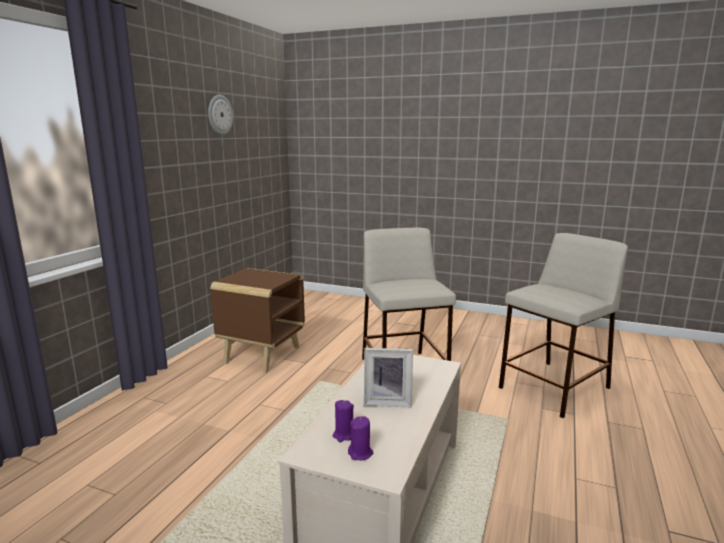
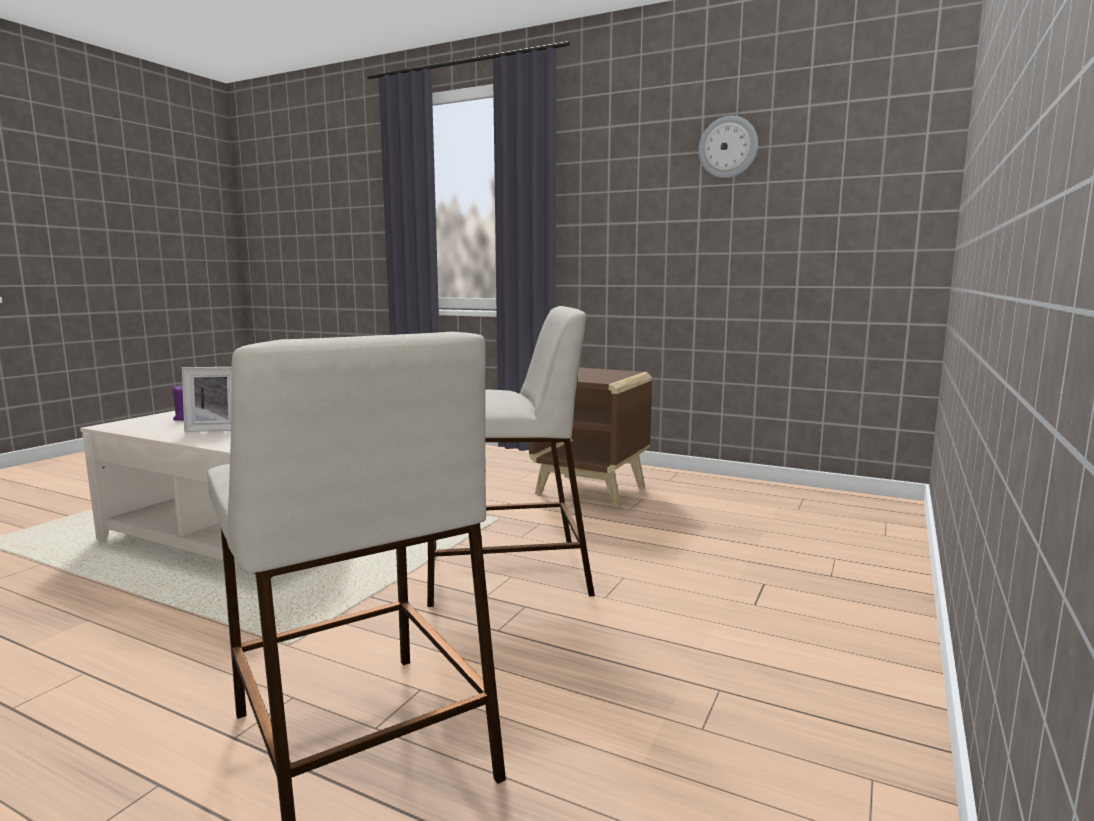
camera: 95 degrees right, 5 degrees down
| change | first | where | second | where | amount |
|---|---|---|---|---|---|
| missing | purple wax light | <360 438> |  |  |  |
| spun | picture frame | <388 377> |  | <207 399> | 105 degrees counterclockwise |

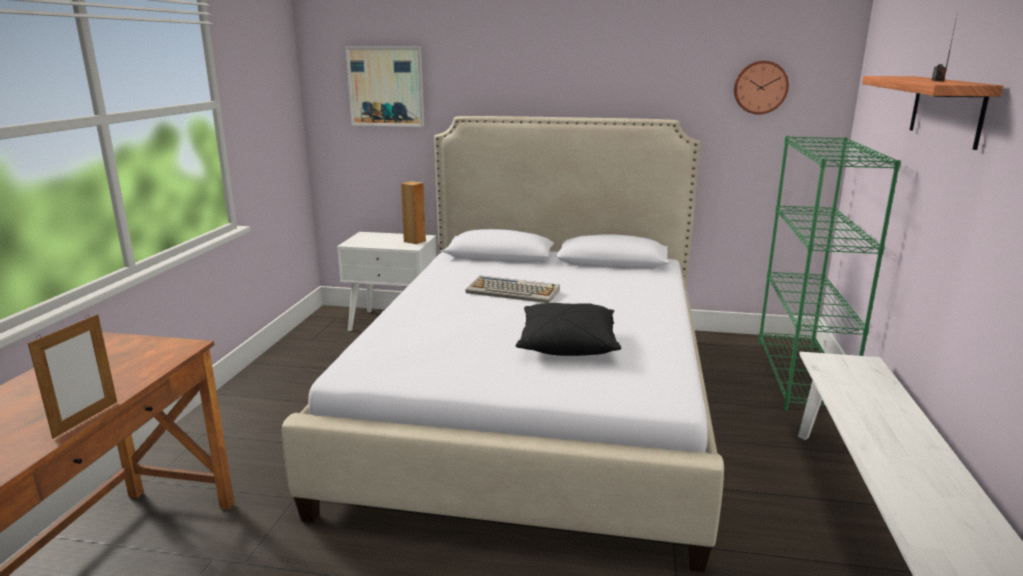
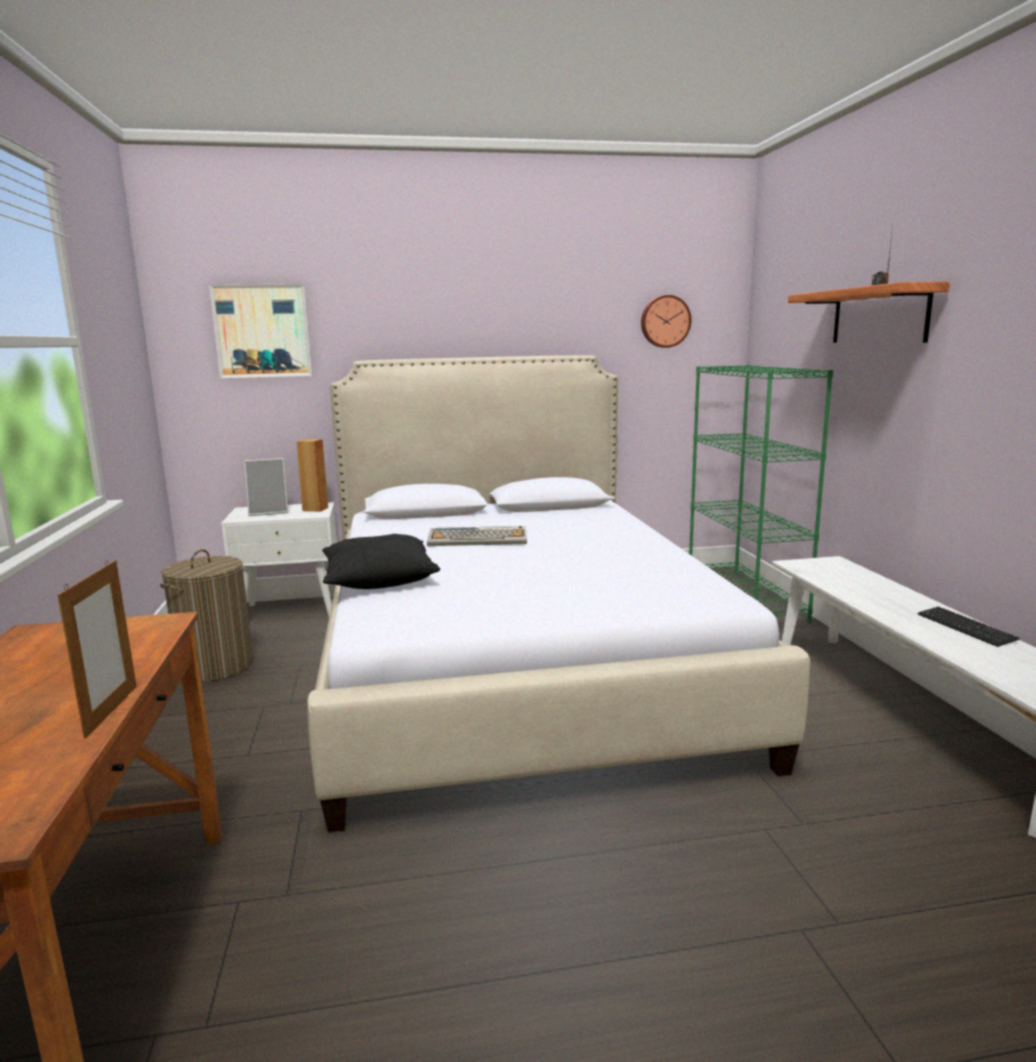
camera: 20 degrees left, 5 degrees down
| change | first | where | second | where | amount |
|---|---|---|---|---|---|
| appeared |  |  | laundry basket | <206 615> |  |
| appeared |  |  | picture frame | <266 487> |  |
| appeared |  |  | keyboard | <969 626> |  |
| relocated | black-coloured cushion | <568 329> |  | <381 561> |  |

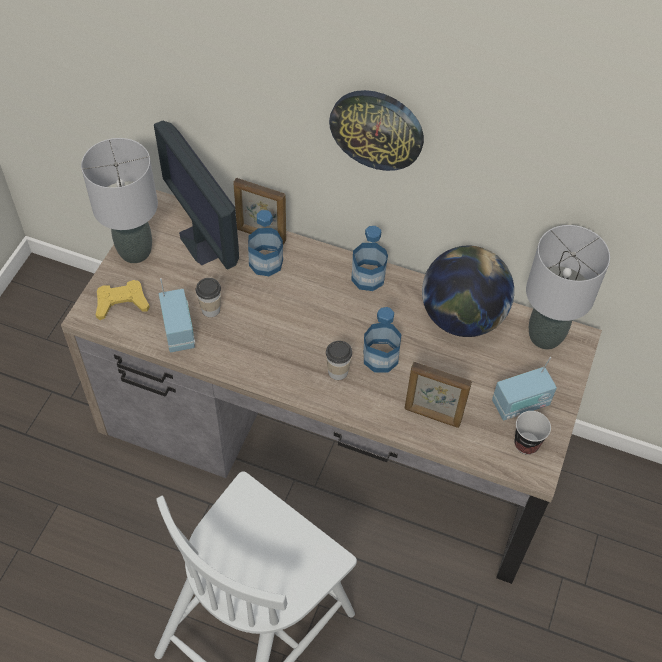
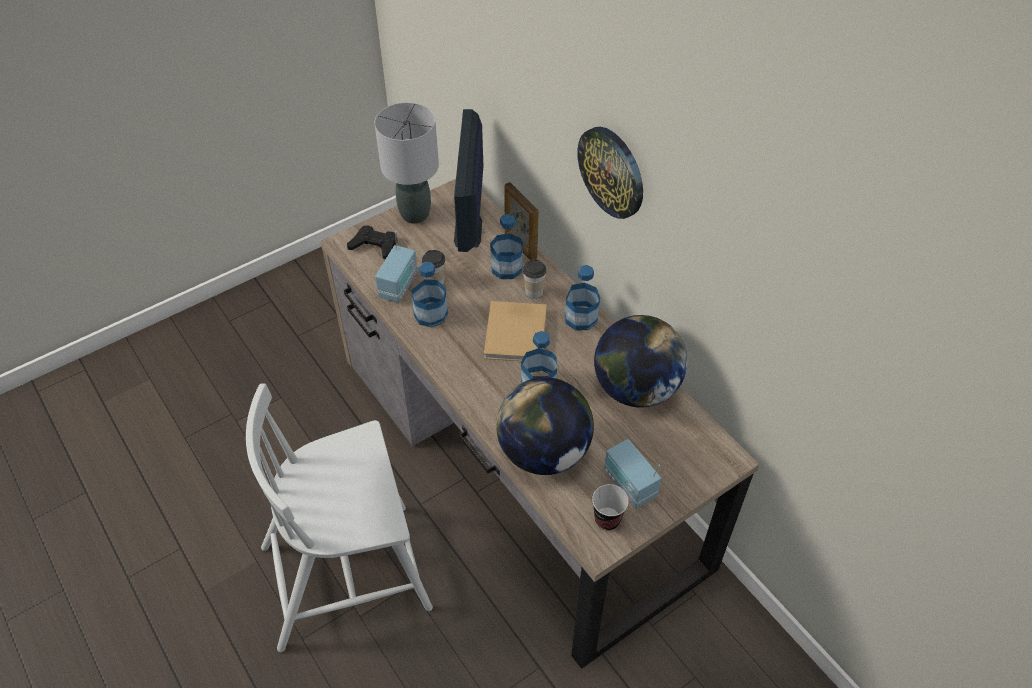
camera: 35 degrees right, 5 degrees down
| change | first | where | second | where | amount |
|---|---|---|---|---|---|
| missing | grey tabletop lamp | <568 287> |  |  |  |
| appeared |  |  | bottle | <429 295> |  |
| appeared |  |  | beige book | <515 331> |  |
| relocated | cup | <339 360> |  | <534 278> |  |
| exchanged | picture frame | <438 395> | world globe | <545 426> |  |
| colour | yellow-coloured joypad | <123 300> | black-coloured joypad | <372 242> |  |
| spun | radio | <524 389> |  | <632 474> | 45 degrees clockwise |

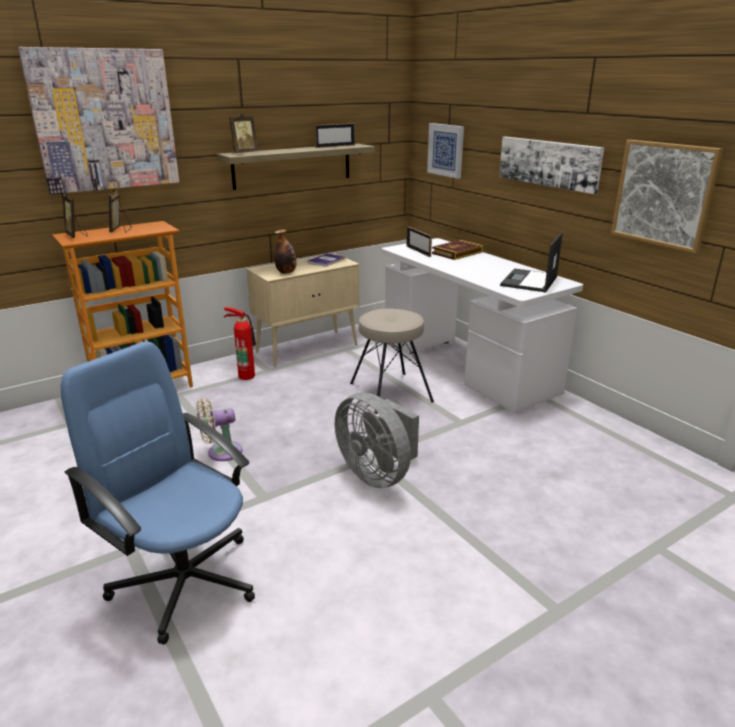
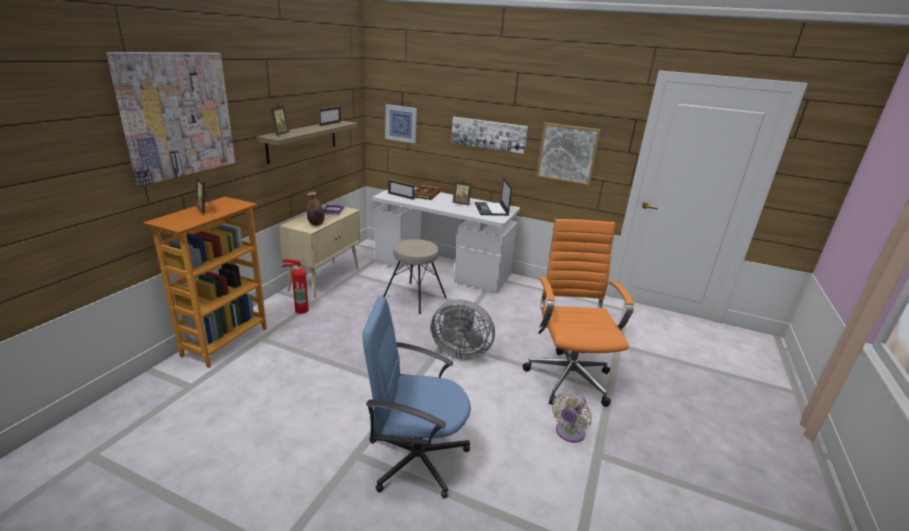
camera: 35 degrees left, 0 degrees up
| change | first | where | second | where | amount |
|---|---|---|---|---|---|
| appeared |  |  | orange-coloured computer chair | <578 313> |  |
| relocated | picture frame | <75 215> |  | <462 192> |  |
| relocated | beige electric fan | <219 429> |  | <572 418> |  |

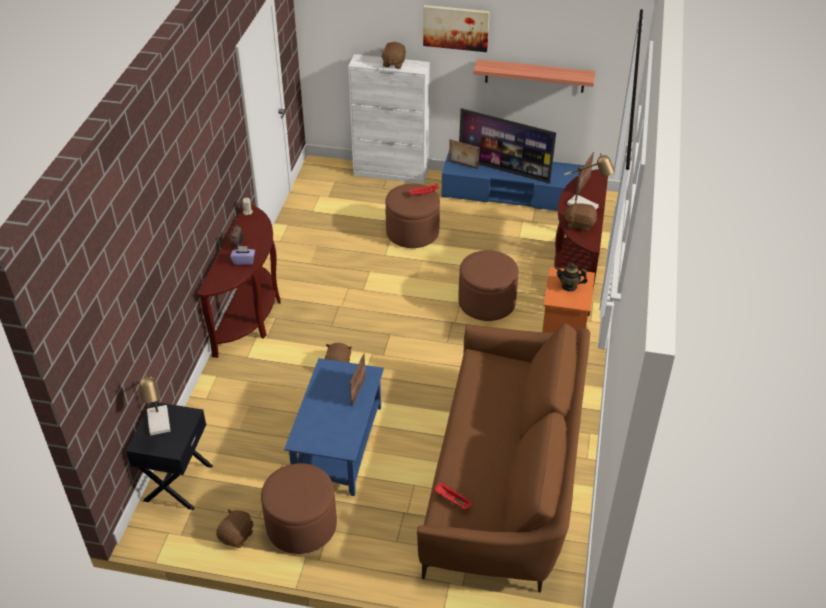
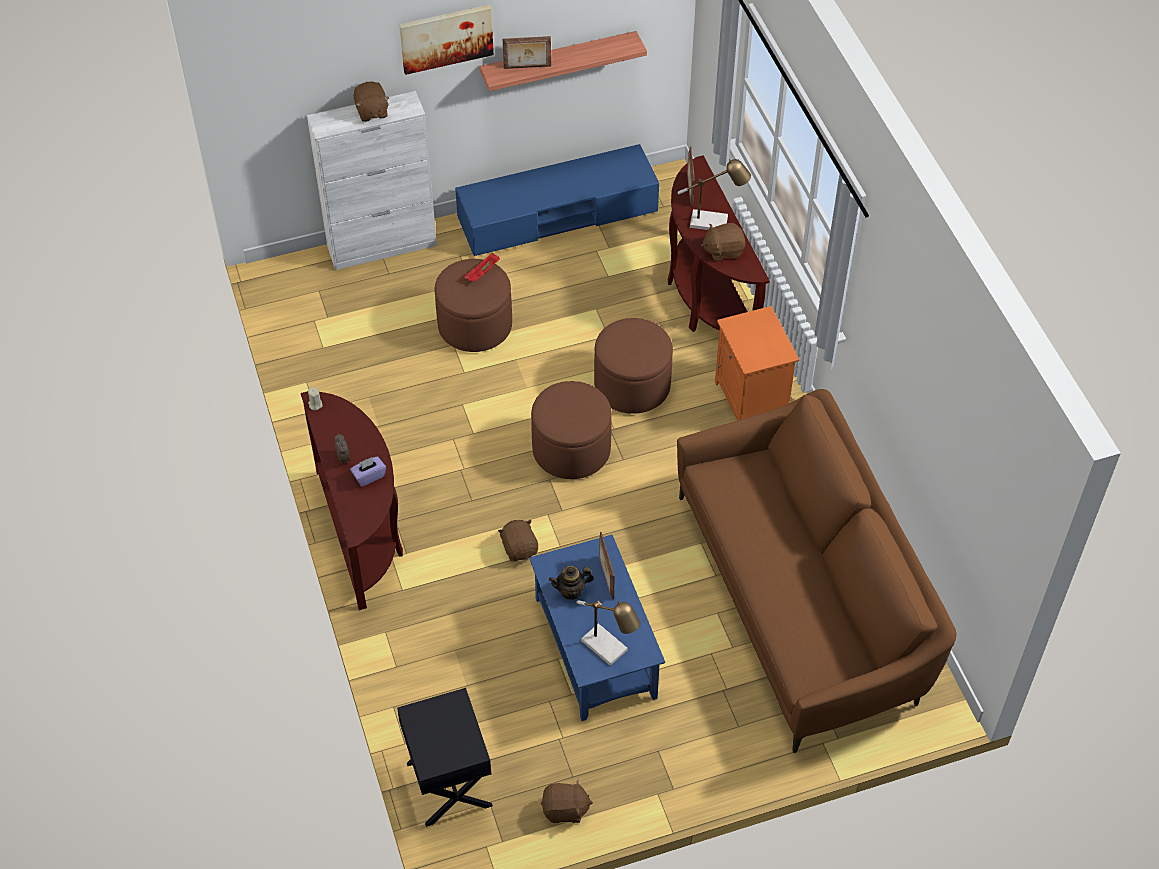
camera: 30 degrees left, 10 degrees up
| change | first | where | second | where | amount |
|---|---|---|---|---|---|
| missing | red serving tray | <453 495> |  |  |  |
| missing | TV set | <507 146> |  |  |  |
| relocated | tabletop lamp | <154 405> |  | <609 633> |  |
| relocated | brown ottoman | <299 508> |  | <571 430> |  |
| relocated | picture frame | <464 154> |  | <527 52> |  |
| relocated | teapot | <572 277> |  | <571 583> |  |
| spun | brown soft toy | <234 528> |  | <567 801> | 90 degrees clockwise |

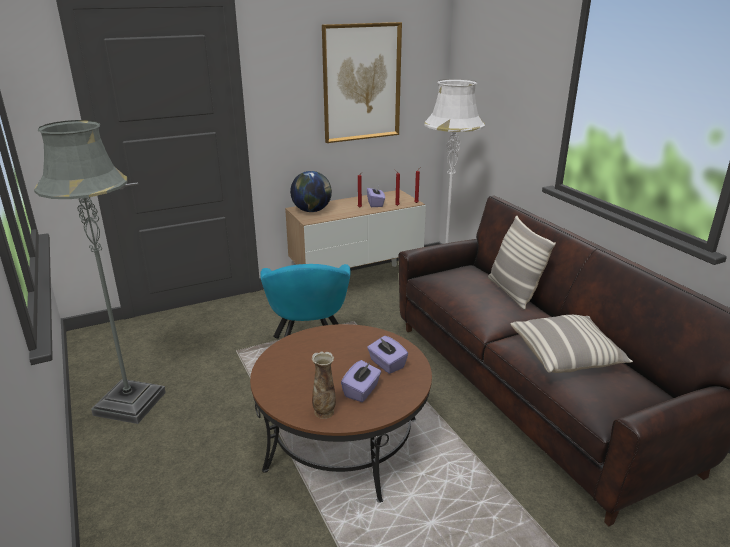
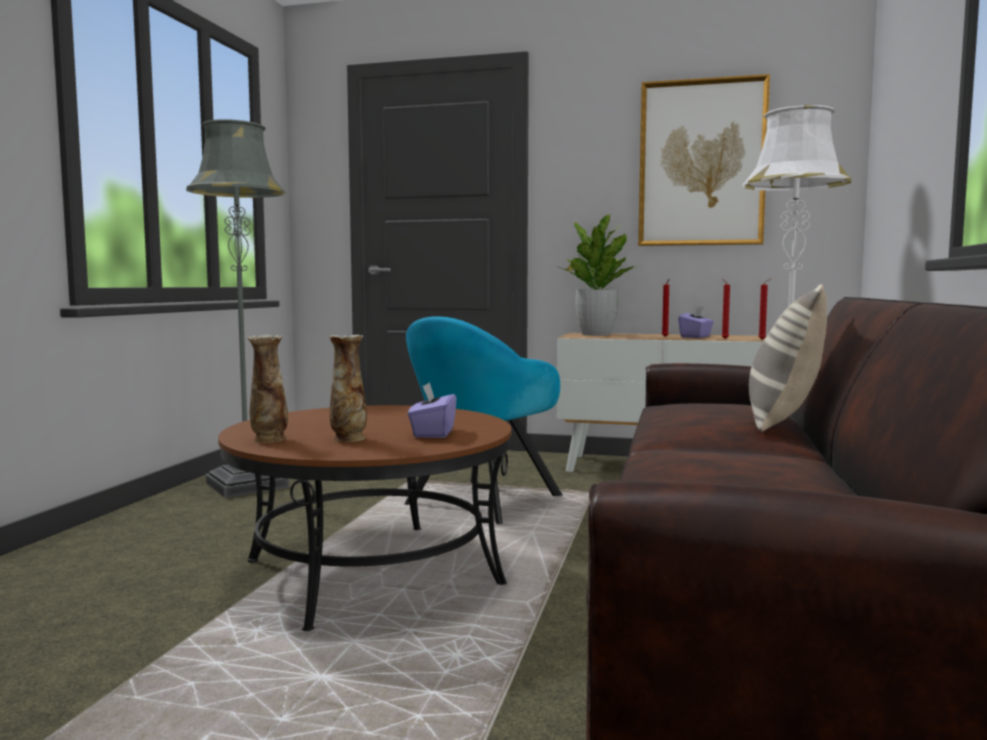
camera: 40 degrees right, 20 degrees down
| change | first | where | second | where | amount |
|---|---|---|---|---|---|
| missing | cushion | <572 344> |  |  |  |
| exchanged | world globe | <311 191> | houseplant | <597 275> |  |
| exchanged | purple box of tissues | <361 381> | flower vase | <348 388> |  |

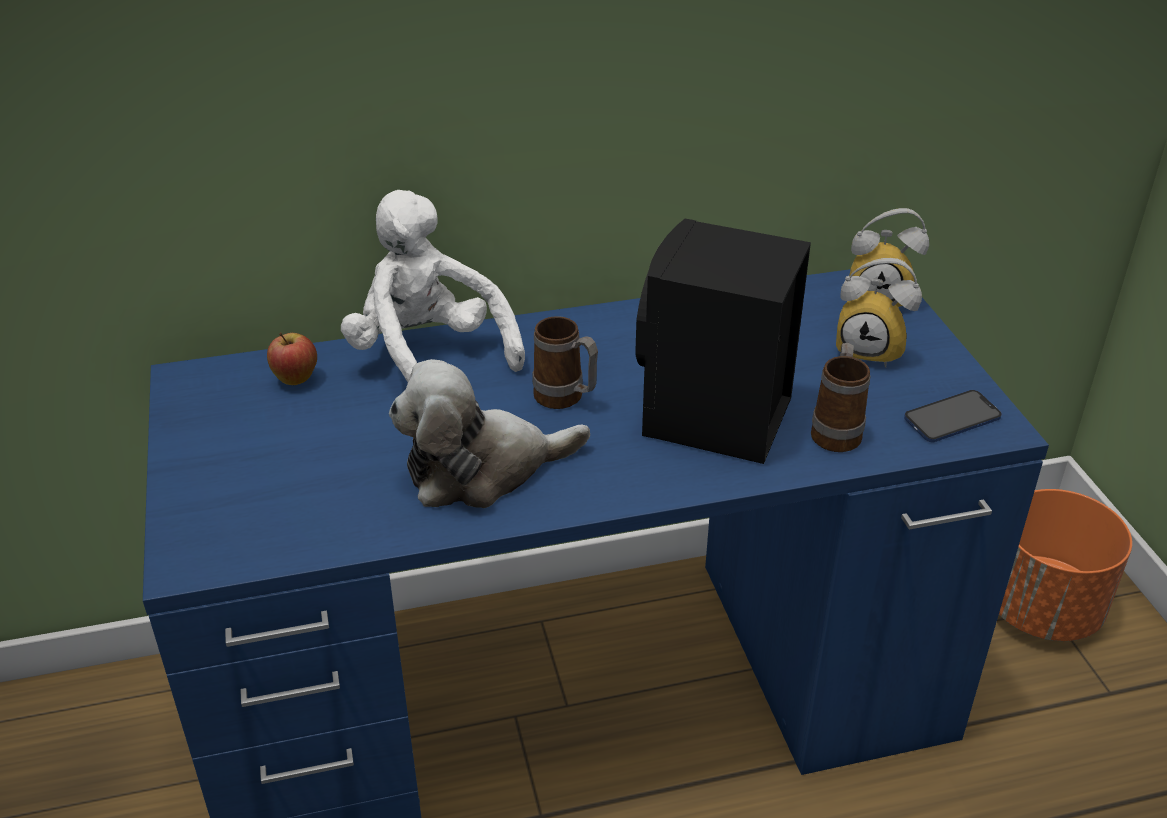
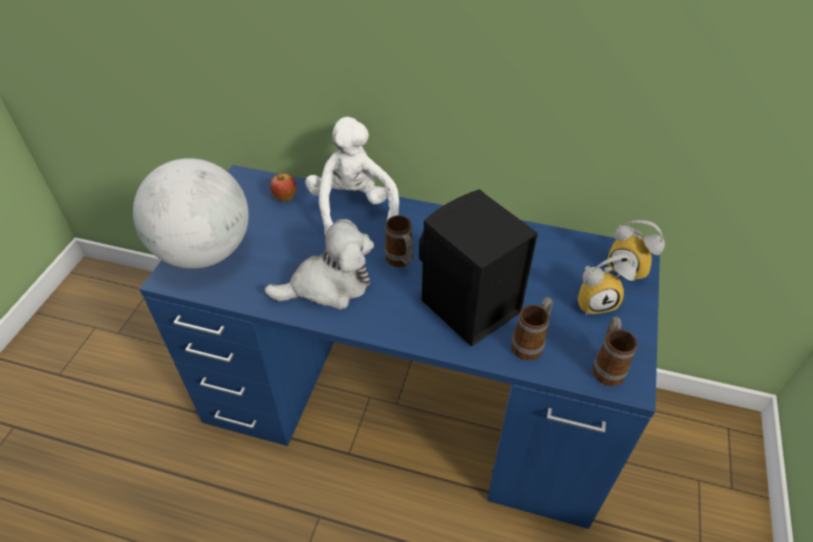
camera: 30 degrees right, 10 degrees up
| change | first | where | second | where | amount |
|---|---|---|---|---|---|
| missing | orange-coloured flower pot | <1065 565> |  |  |  |
| appeared |  |  | world globe | <191 213> |  |
| exchanged | handset | <953 416> | coffee mug | <614 351> |  |
| spun | soft toy | <489 433> |  | <319 264> | 150 degrees clockwise |
| spun | bedside clock | <879 313> |  | <607 284> | 60 degrees counterclockwise |

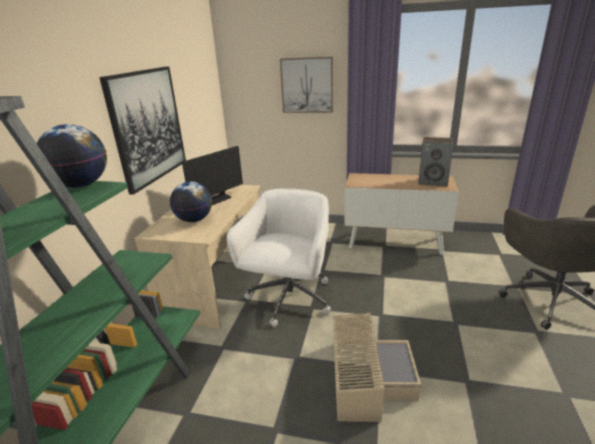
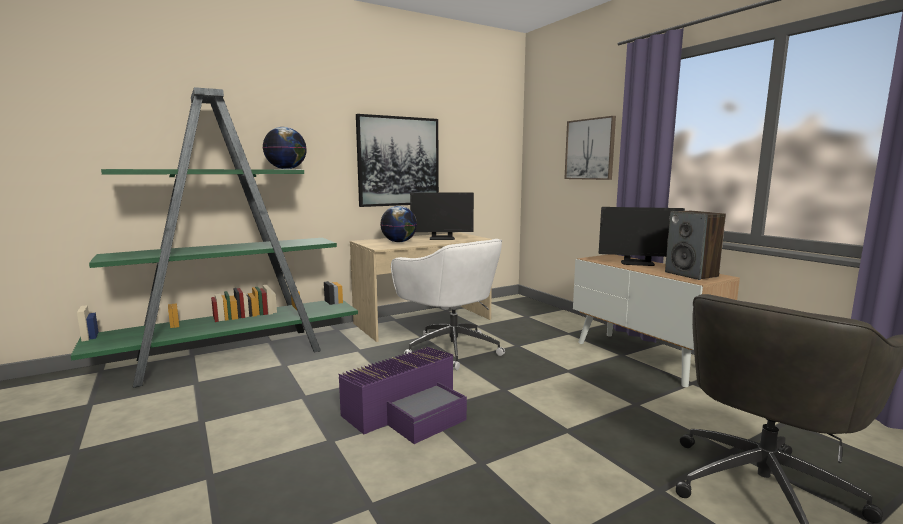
camera: 45 degrees right, 15 degrees down
| change | first | where | second | where | amount |
|---|---|---|---|---|---|
| appeared |  |  | monitor | <642 236> |  |
| colour | beige storage container | <377 367> | purple storage container | <402 395> |  |
| spun | white computer chair | <279 257> |  | <448 304> | 75 degrees clockwise |

